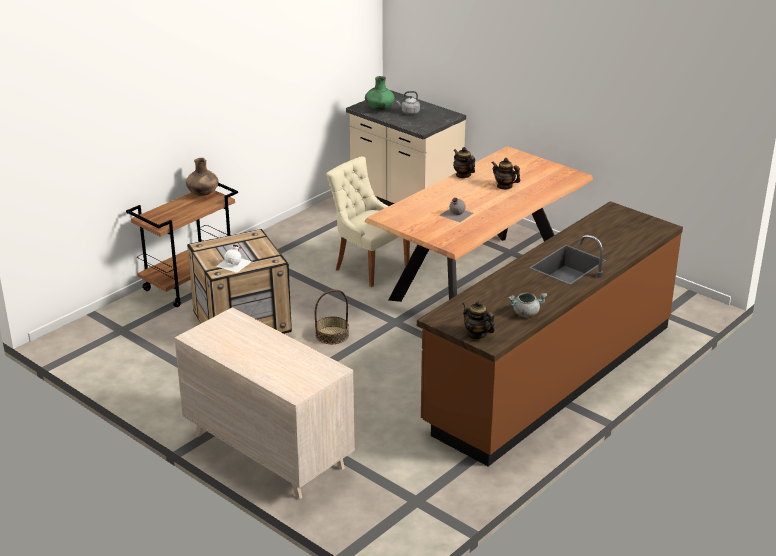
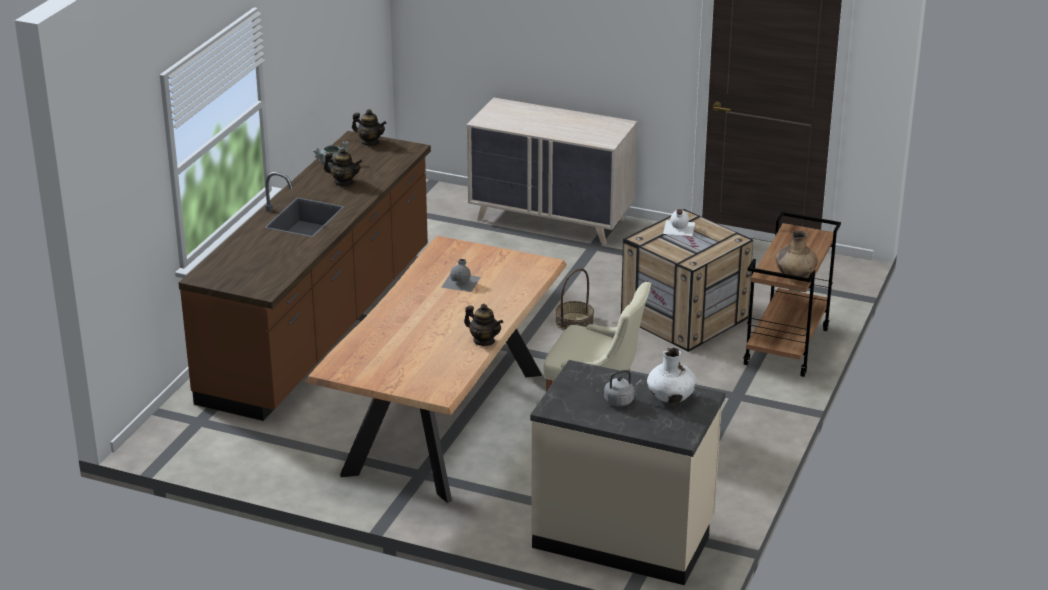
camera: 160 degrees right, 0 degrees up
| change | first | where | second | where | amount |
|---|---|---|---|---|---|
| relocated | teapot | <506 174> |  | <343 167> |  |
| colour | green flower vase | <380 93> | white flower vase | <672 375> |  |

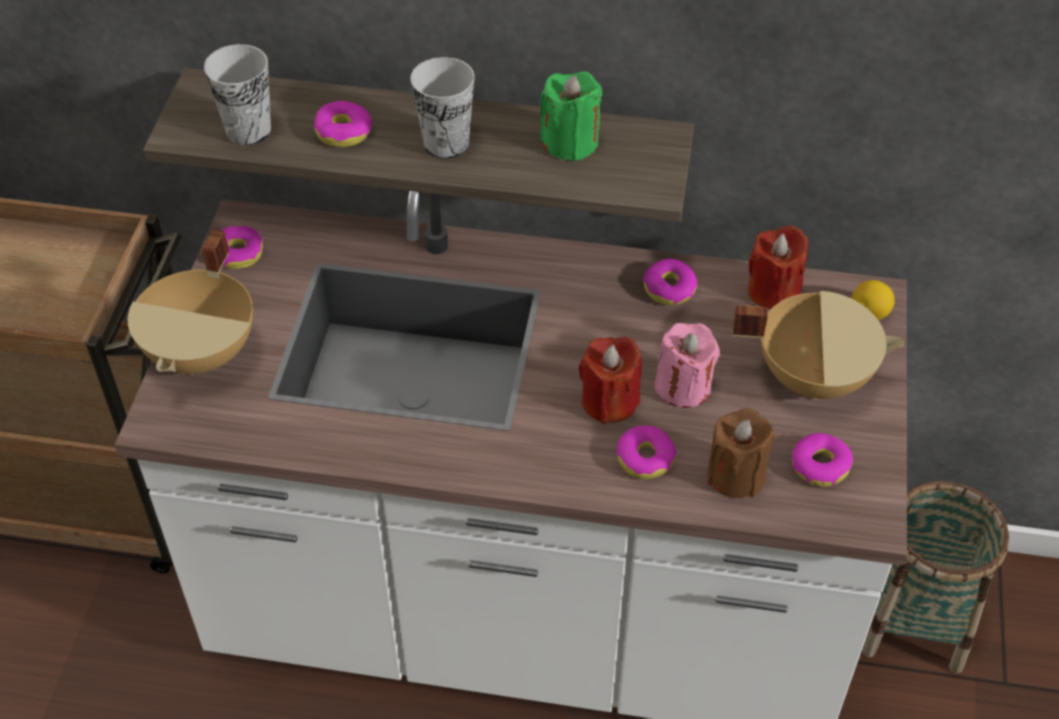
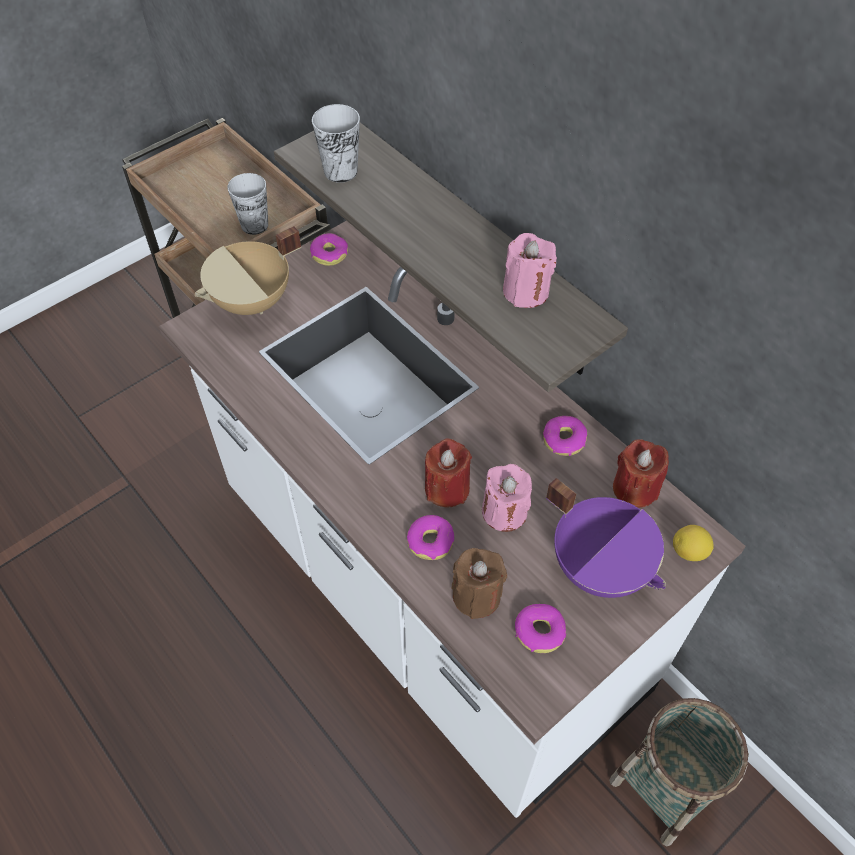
camera: 40 degrees right, 5 degrees up
| change | first | where | second | where | amount |
|---|---|---|---|---|---|
| missing | doughnut | <343 124> |  |  |  |
| relocated | cup | <442 108> |  | <247 204> |  |
| colour | green wax light | <571 116> | pink wax light | <530 270> |  |
| colour | beige stockpot | <818 345> | purple stockpot | <606 538> |  |

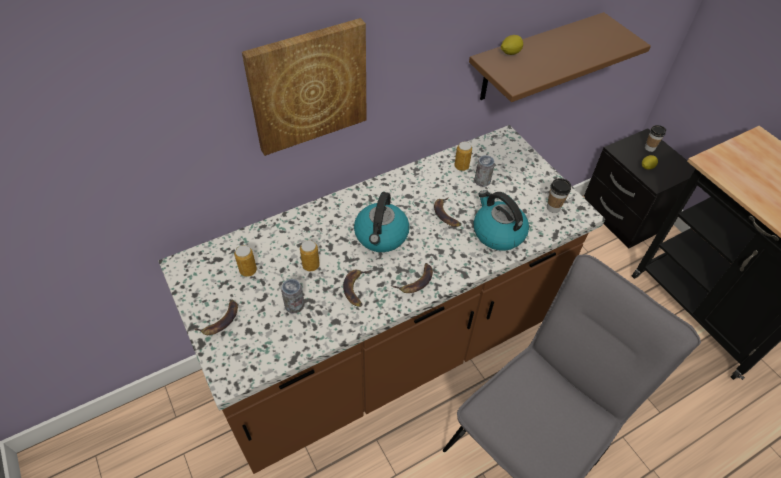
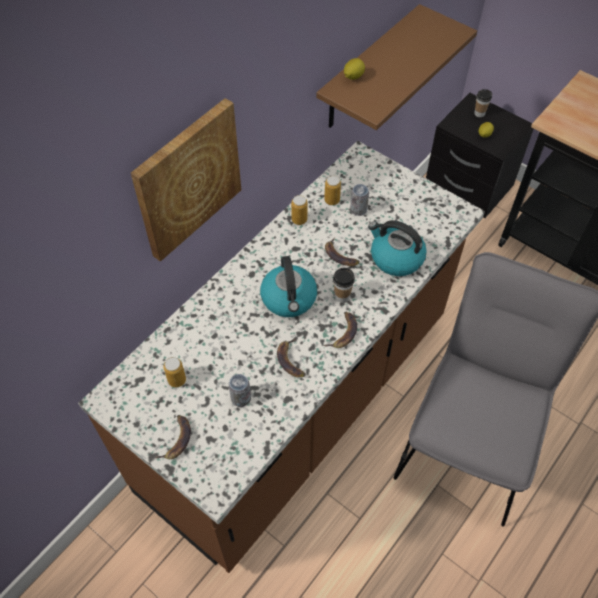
camera: 20 degrees left, 5 degrees up
| change | first | where | second | where | amount |
|---|---|---|---|---|---|
| relocated | sealed can | <310 255> |  | <299 210> |  |
| relocated | cup | <559 195> |  | <344 285> |  |

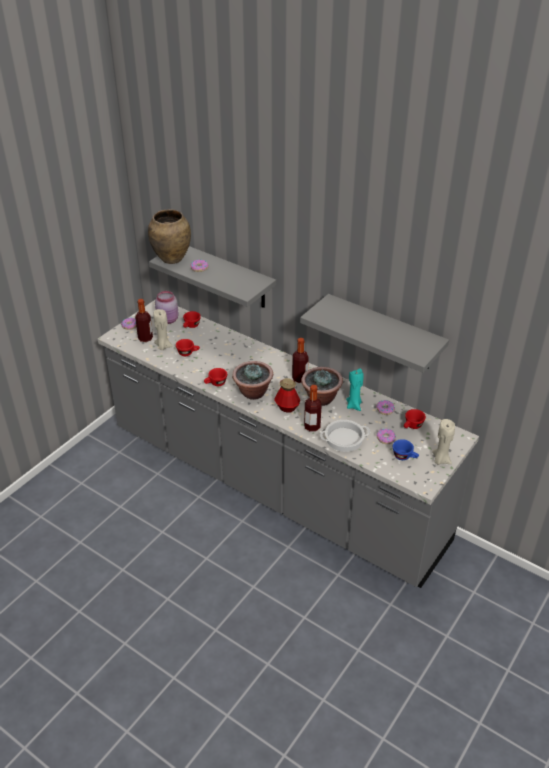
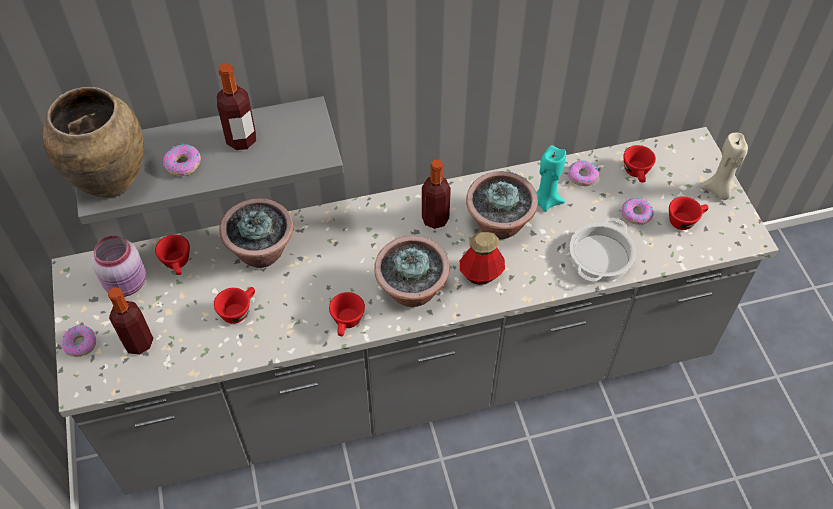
camera: 50 degrees left, 15 degrees up
| change | first | where | second | where | amount |
|---|---|---|---|---|---|
| missing | beige wax light | <163 329> |  |  |  |
| missing | grey wall shelf | <374 333> |  |  |  |
| appeared |  |  | houseplant | <256 233> |  |
| relocated | bottle | <312 408> |  | <236 106> |  |
| colour | blue cup | <406 449> | red cup | <689 213> |  |

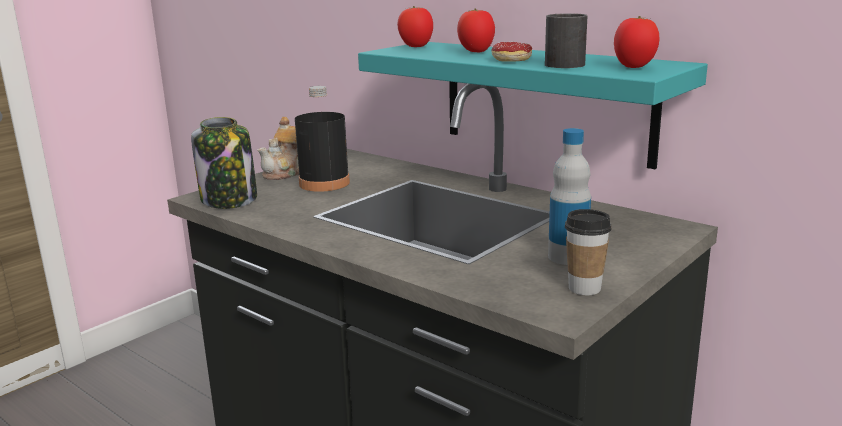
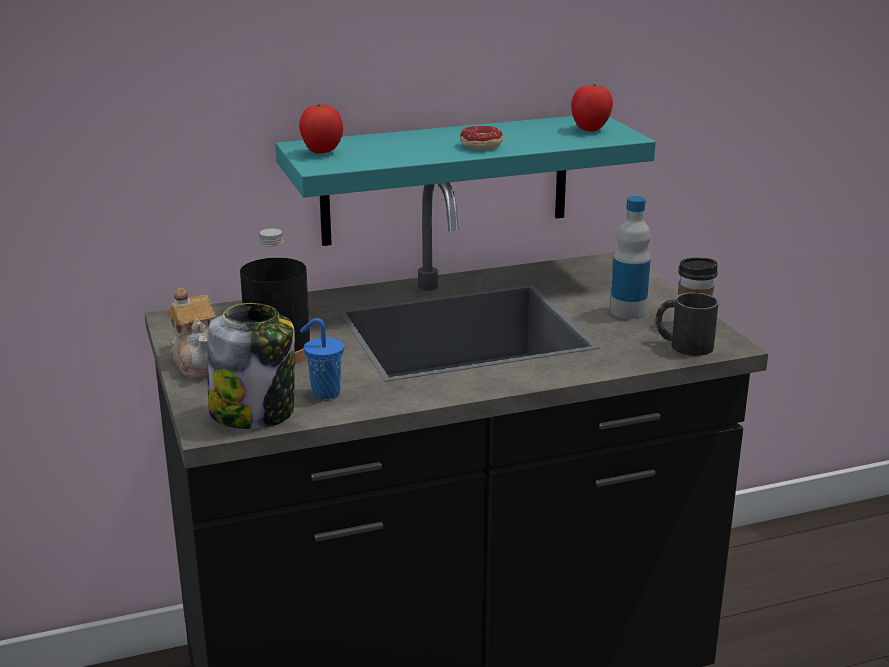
camera: 60 degrees left, 5 degrees up
| change | first | where | second | where | amount |
|---|---|---|---|---|---|
| missing | fresh tomato | <476 30> |  |  |  |
| appeared |  |  | blue cup | <322 359> |  |
| relocated | black-coloured coffee mug | <566 40> |  | <687 324> |  |

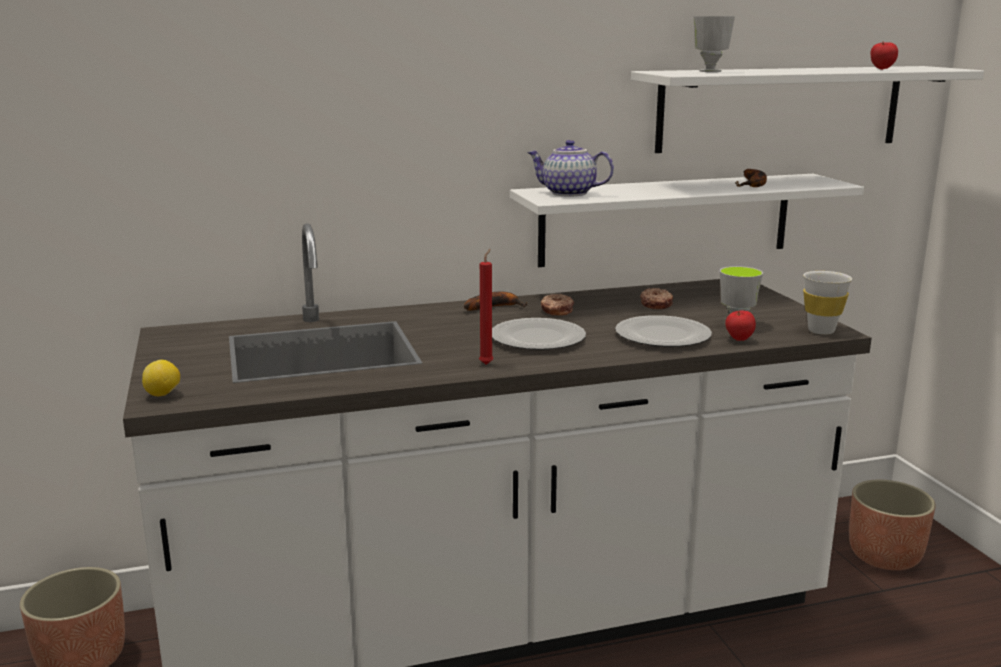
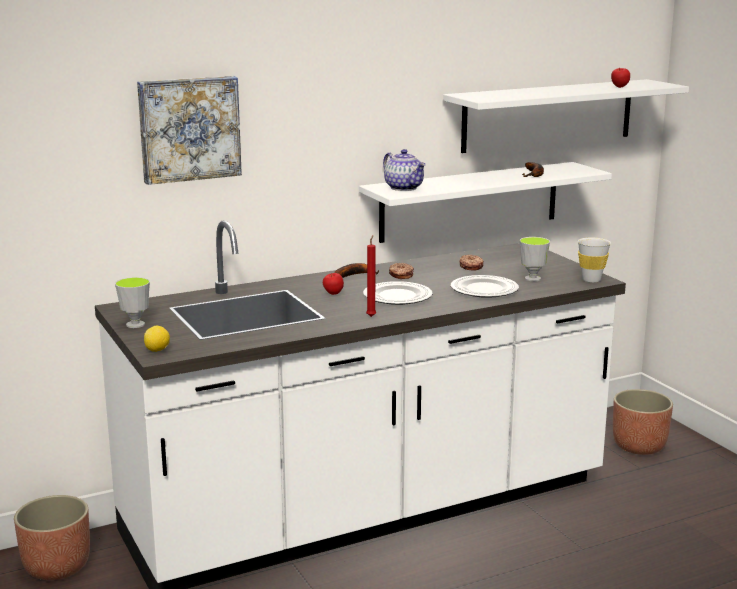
camera: 10 degrees left, 0 degrees up
| change | first | where | second | where | amount |
|---|---|---|---|---|---|
| appeared |  |  | wall picture | <189 130> |  |
| relocated | cup | <714 44> |  | <132 302> |  |
| relocated | apple fruit | <740 325> |  | <333 284> |  |
| spun | teapot | <570 168> |  | <404 170> | 135 degrees counterclockwise |

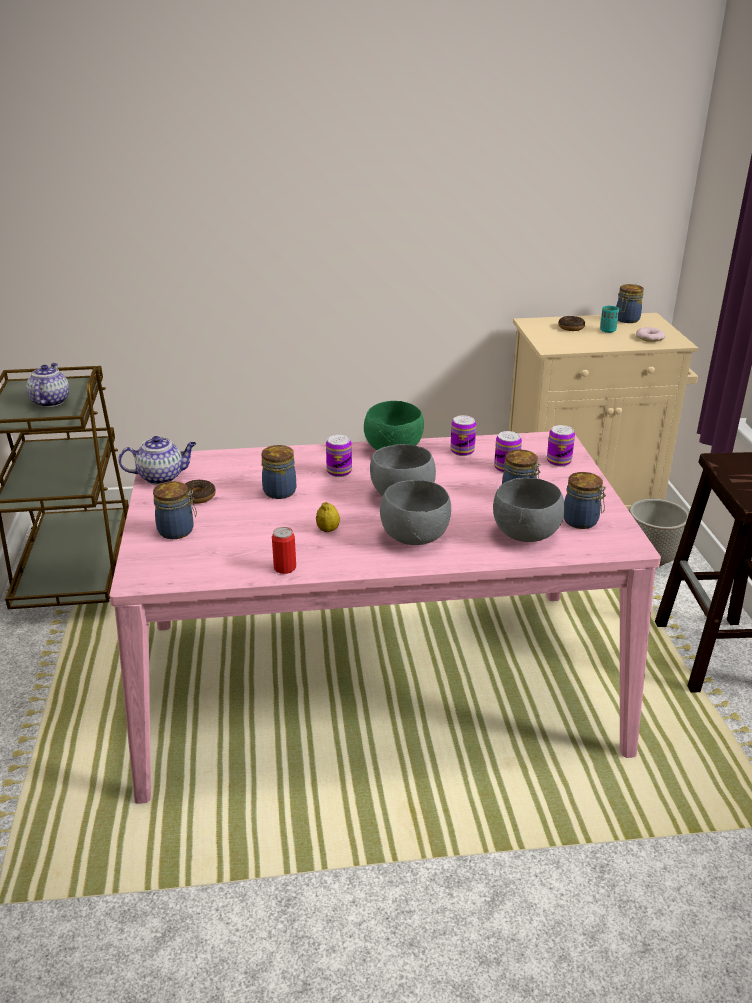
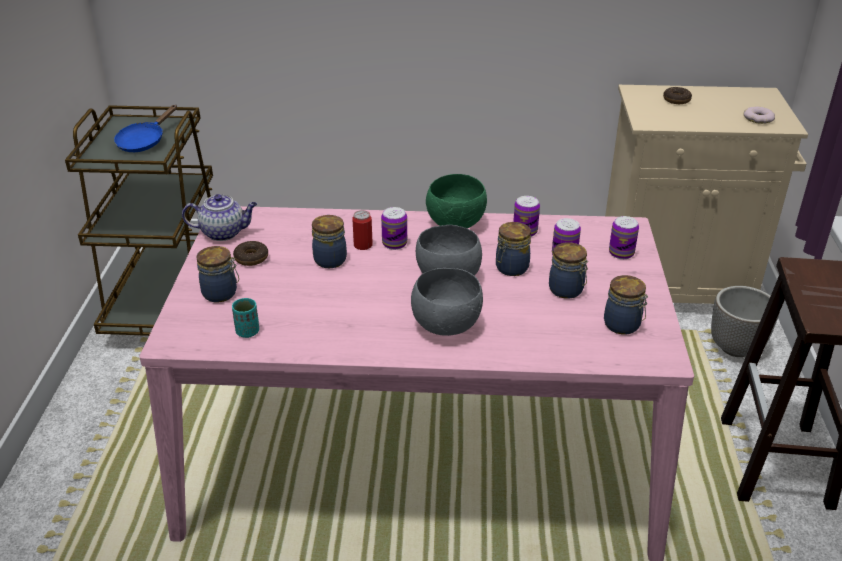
camera: 10 degrees right, 5 degrees up
| change | first | where | second | where | amount |
|---|---|---|---|---|---|
| missing | lemon | <328 517> |  |  |  |
| missing | grey bowl | <529 510> |  |  |  |
| relocated | sealed can | <284 550> |  | <363 230> |  |
| relocated | turquoise-coloured cup | <609 319> |  | <245 318> |  |
| relocated | preserve jar | <630 303> |  | <513 249> |  |
| exchanged | teapot | <47 385> | blue pan | <145 128> |  |

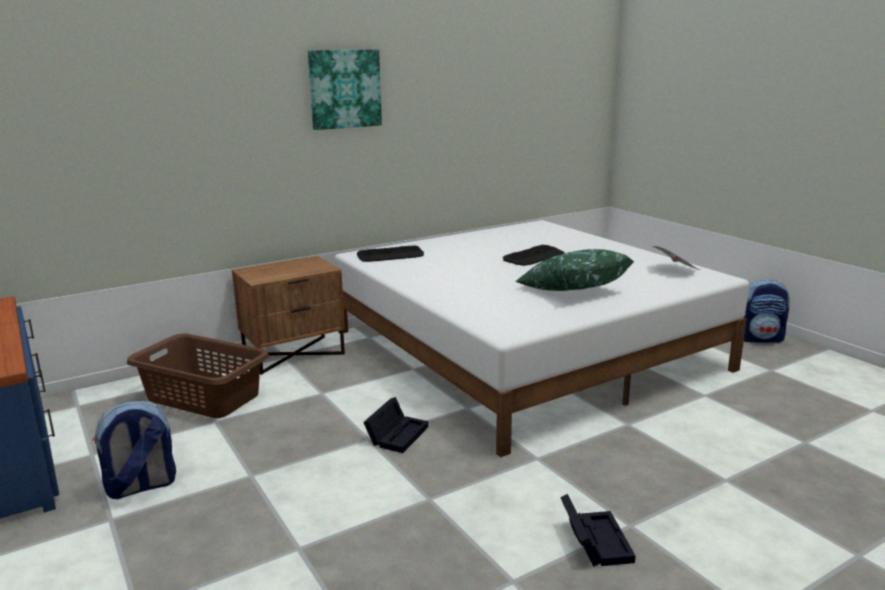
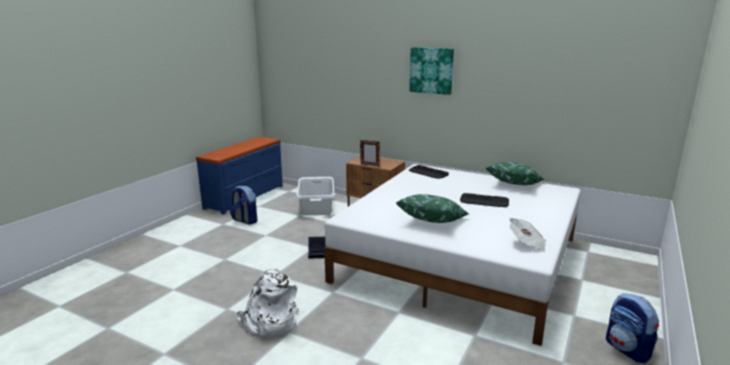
camera: 60 degrees right, 0 degrees up
| change | first | where | second | where | amount |
|---|---|---|---|---|---|
| appeared |  |  | picture frame | <370 153> |  |
| appeared |  |  | green cushion | <515 173> |  |
| exchanged | black-coloured storage container | <598 530> | white backpack | <268 302> |  |
| colour | brown laundry basket | <198 376> | white laundry basket | <315 196> |  |

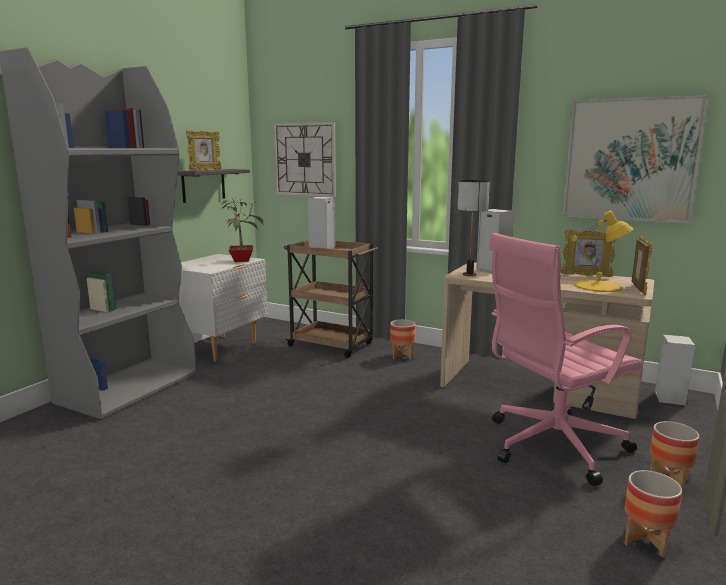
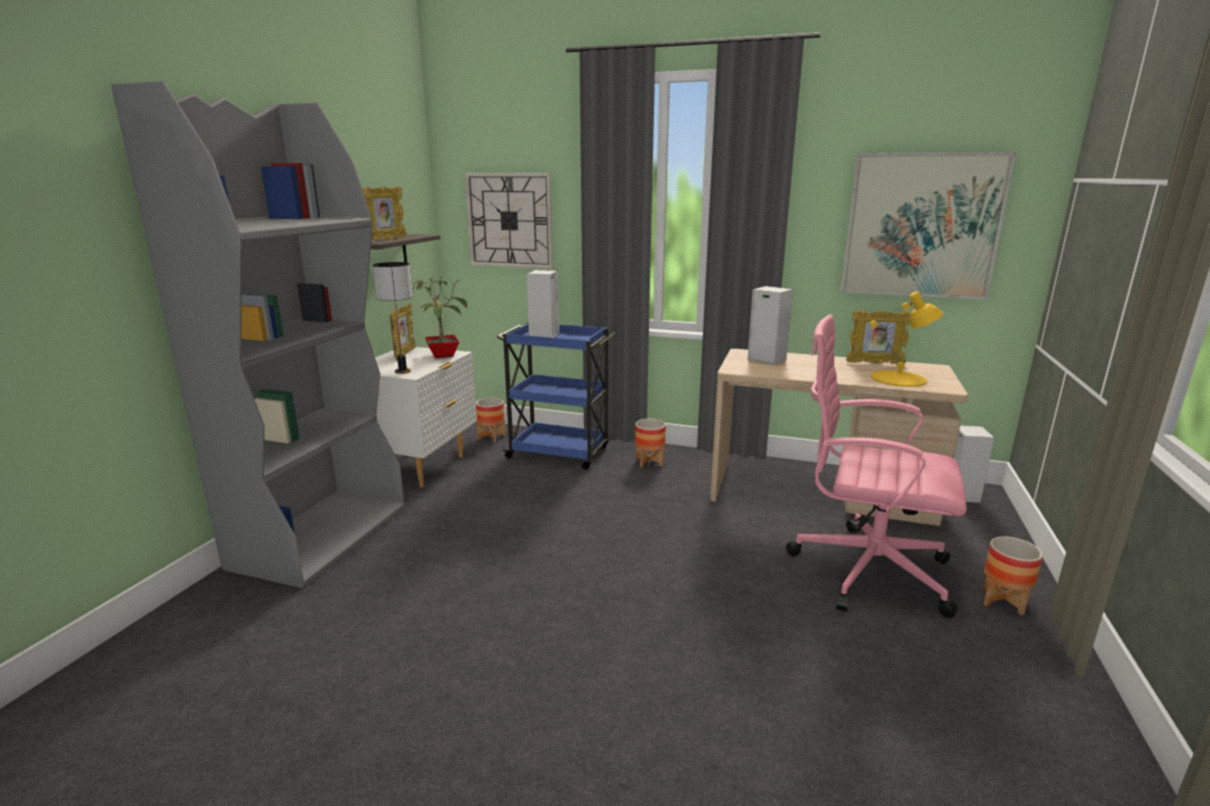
camera: 10 degrees left, 5 degrees up
| change | first | where | second | where | amount |
|---|---|---|---|---|---|
| relocated | tabletop lamp | <473 228> |  | <392 318> |  |
| relocated | flower pot | <653 514> |  | <491 420> |  |
| relocated | picture frame | <642 266> |  | <403 332> |  |
| colour | brown cart | <331 299> | blue cart | <556 396> |  |
| spun | pink computer chair | <566 359> |  | <876 466> | 60 degrees clockwise |

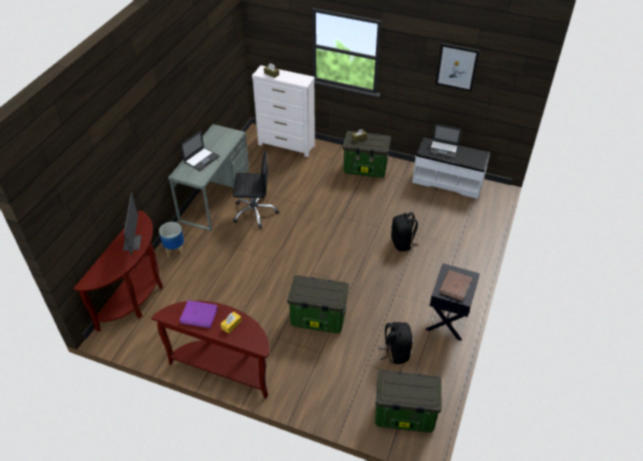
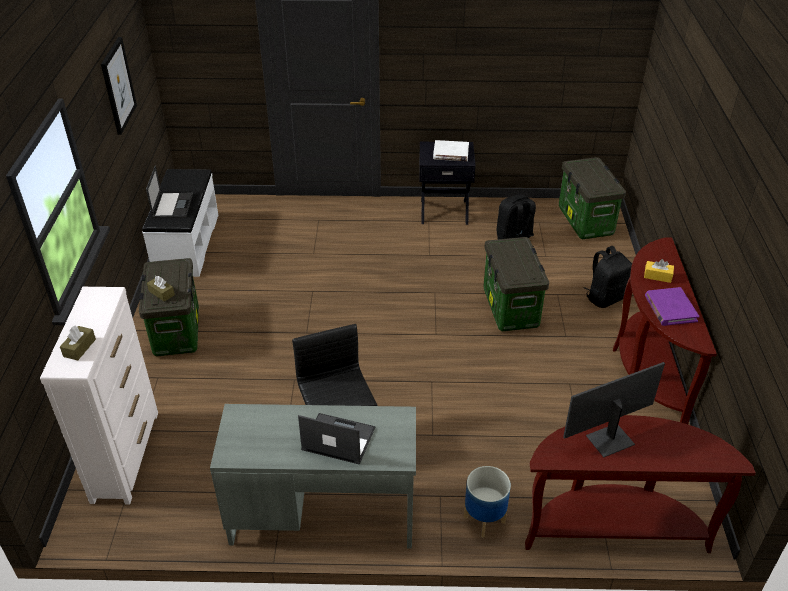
camera: 110 degrees left, 5 degrees down
| change | first | where | second | where | amount |
|---|---|---|---|---|---|
| relocated | black-coloured backpack | <405 231> |  | <607 277> |  |
| colour | brown book | <455 285> | white book | <451 150> |  |

